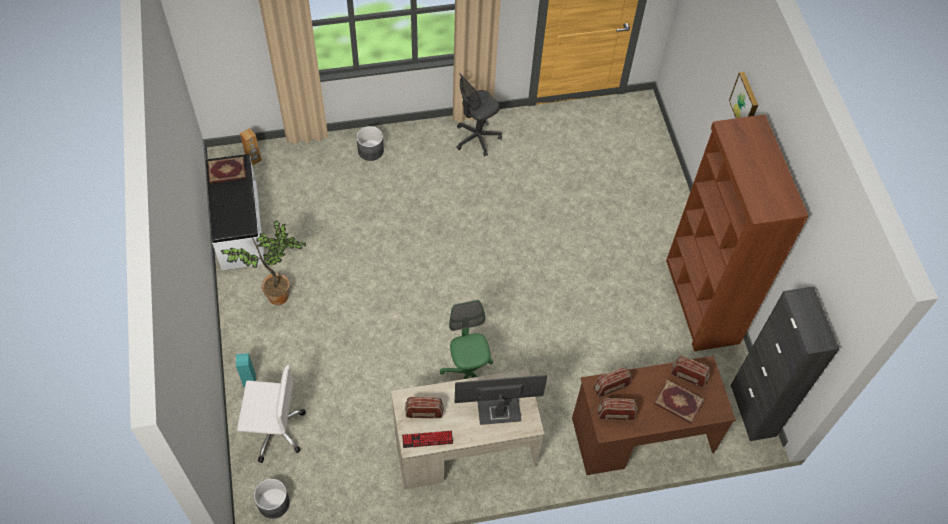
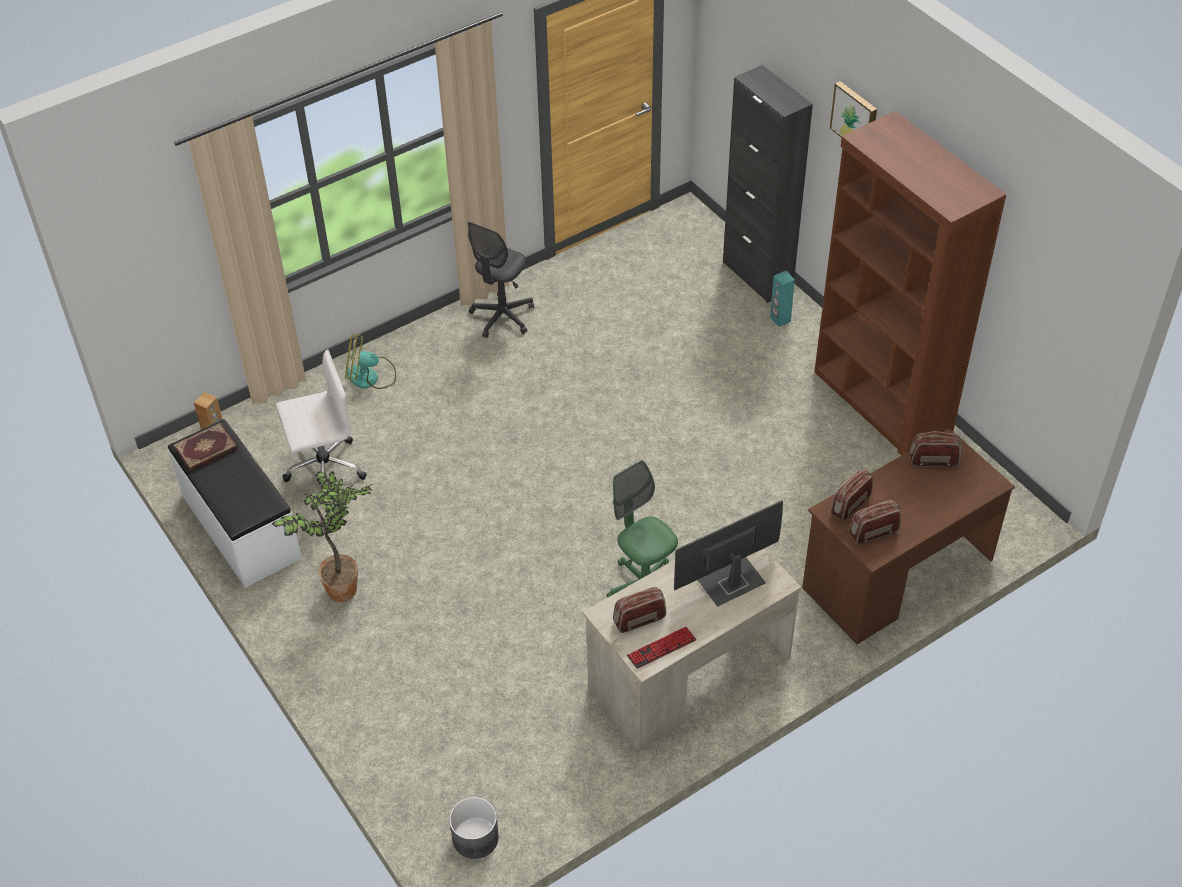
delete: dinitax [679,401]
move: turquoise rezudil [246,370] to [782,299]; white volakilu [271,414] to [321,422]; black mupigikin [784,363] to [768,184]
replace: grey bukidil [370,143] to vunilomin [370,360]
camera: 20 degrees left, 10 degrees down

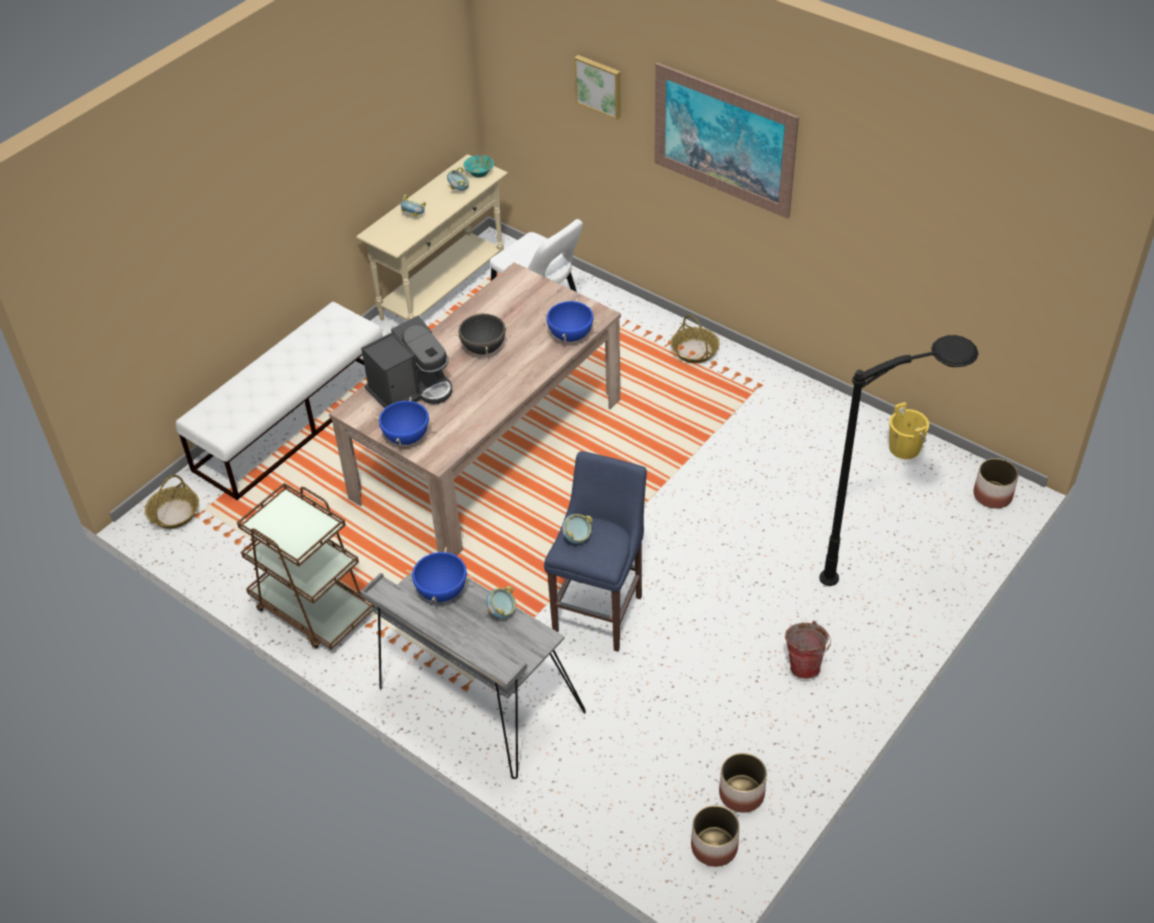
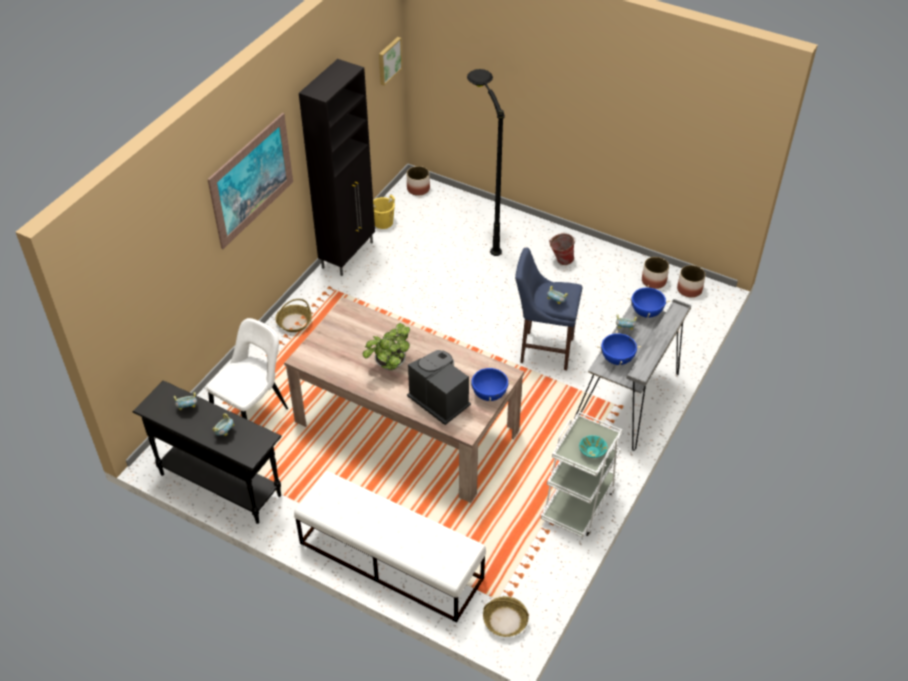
insert: black mupigikin [337,167]
move: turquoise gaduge [479,166] to [593,446]; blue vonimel [570,320] to [648,301]; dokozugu [597,87] to [390,61]
replace: black vonimel [482,332] to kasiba [386,346]
recolor: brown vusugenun [306,566] to white vusugenun [581,475]; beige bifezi [432,237] to black bifezi [207,452]
camera: 100 degrees left, 0 degrees up

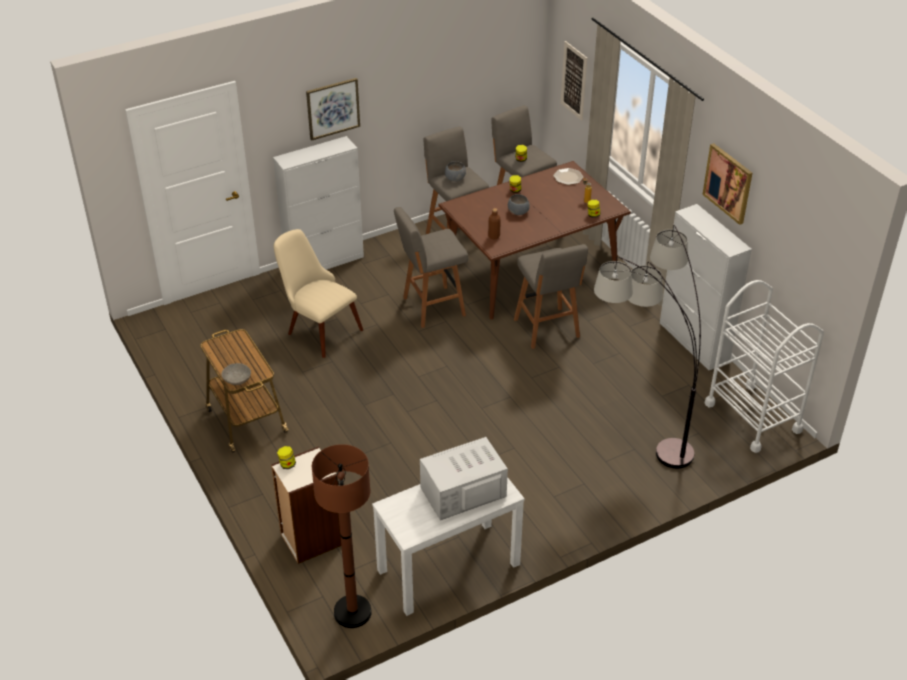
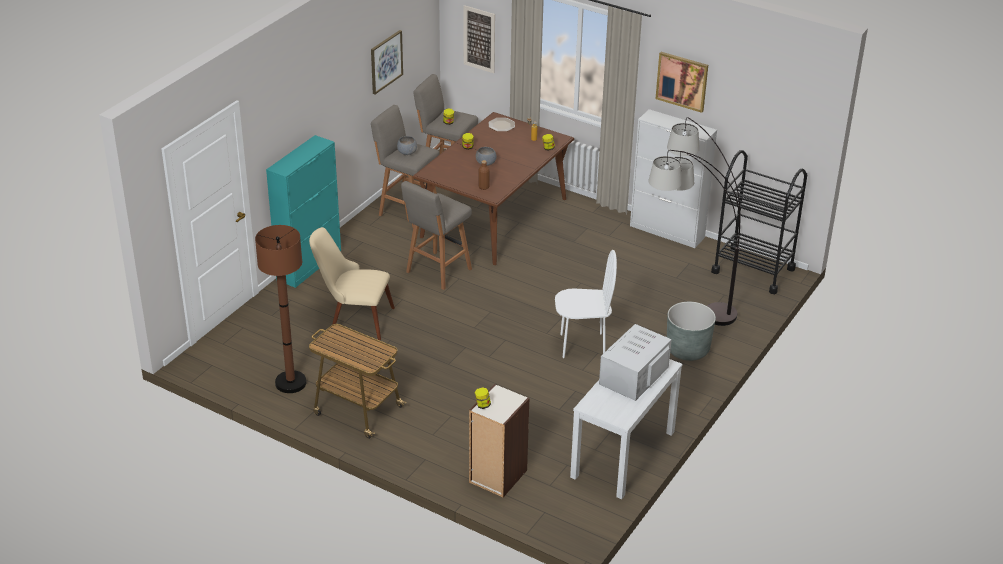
delete: grey gaduge [236,374]; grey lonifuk [551,296]
insert: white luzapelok [586,304]; grey bukidil [691,331]
move: dokozugu [333,109] to [387,62]; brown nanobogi [342,536] to [281,309]
recolor: white mupigikin [318,203] to turquoise mupigikin [303,211]; white vusugenun [764,366] to black vusugenun [759,222]
camera: 30 degrees left, 5 degrees down

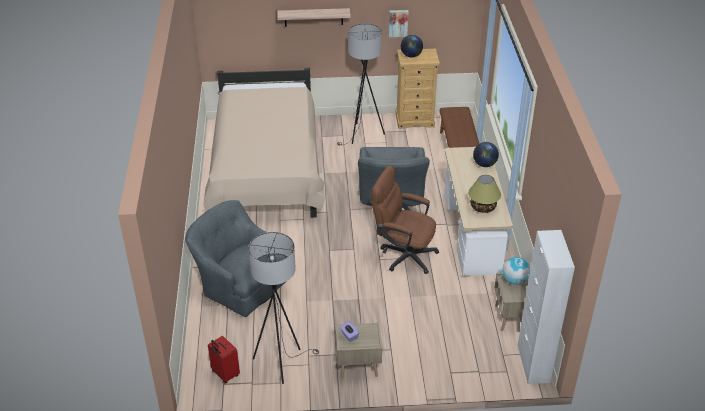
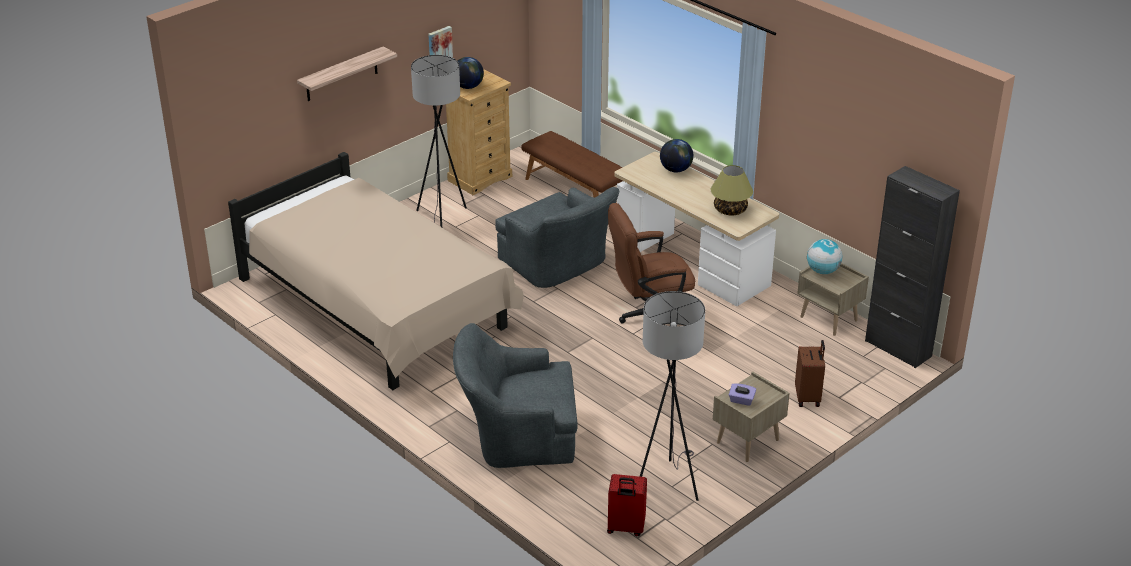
insert: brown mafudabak [810,373]
recolor: white mupigikin [546,307] to black mupigikin [912,267]
camera: 40 degrees left, 5 degrees down

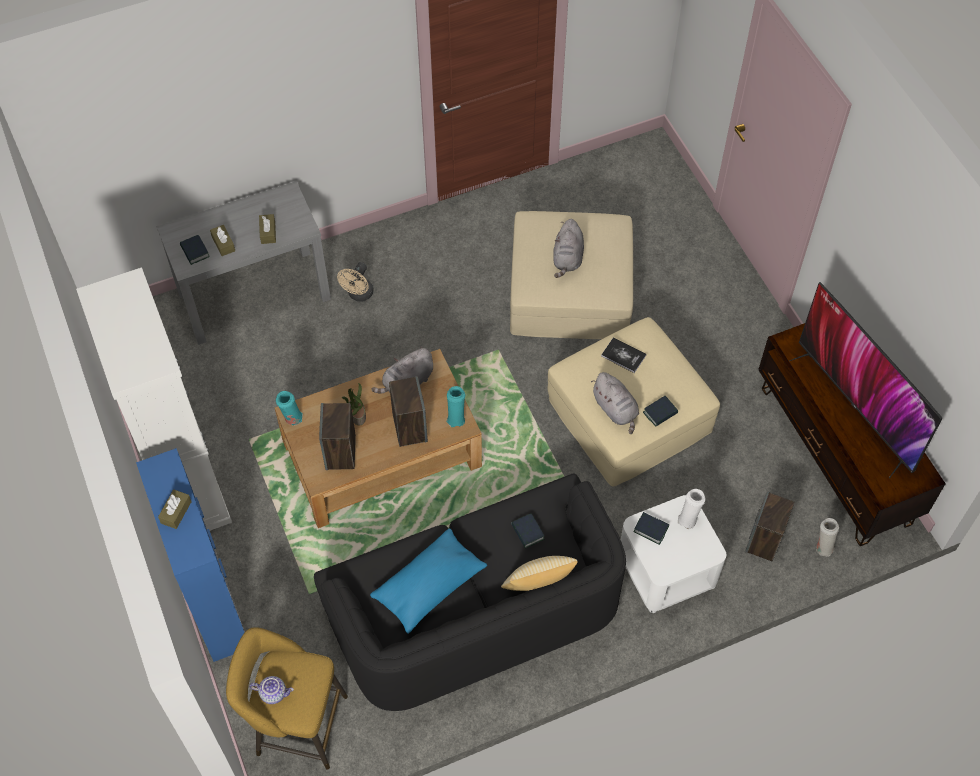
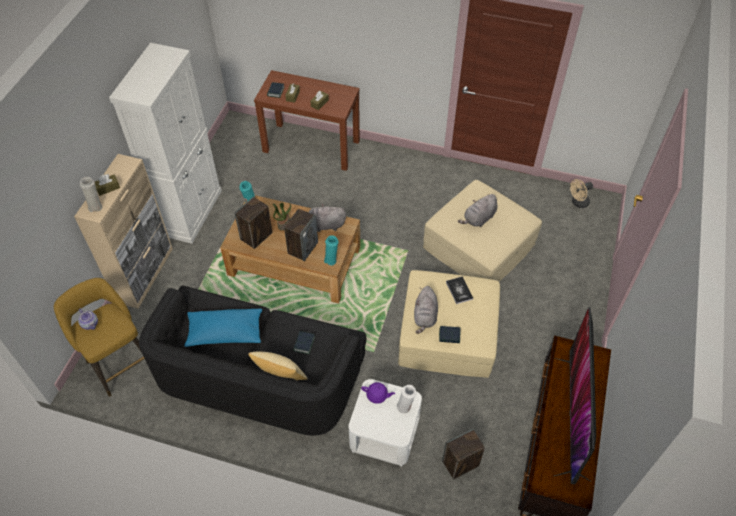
move: beige vunilomin [355,282] to [581,193]; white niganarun [827,537] to [91,194]
replace: dinitax [651,528] to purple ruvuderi [378,393]
recolor: blue mupigikin [190,555] to beige mupigikin [123,231]; grey bifezi [243,263] to brown bifezi [307,120]
camera: 40 degrees right, 5 degrees down

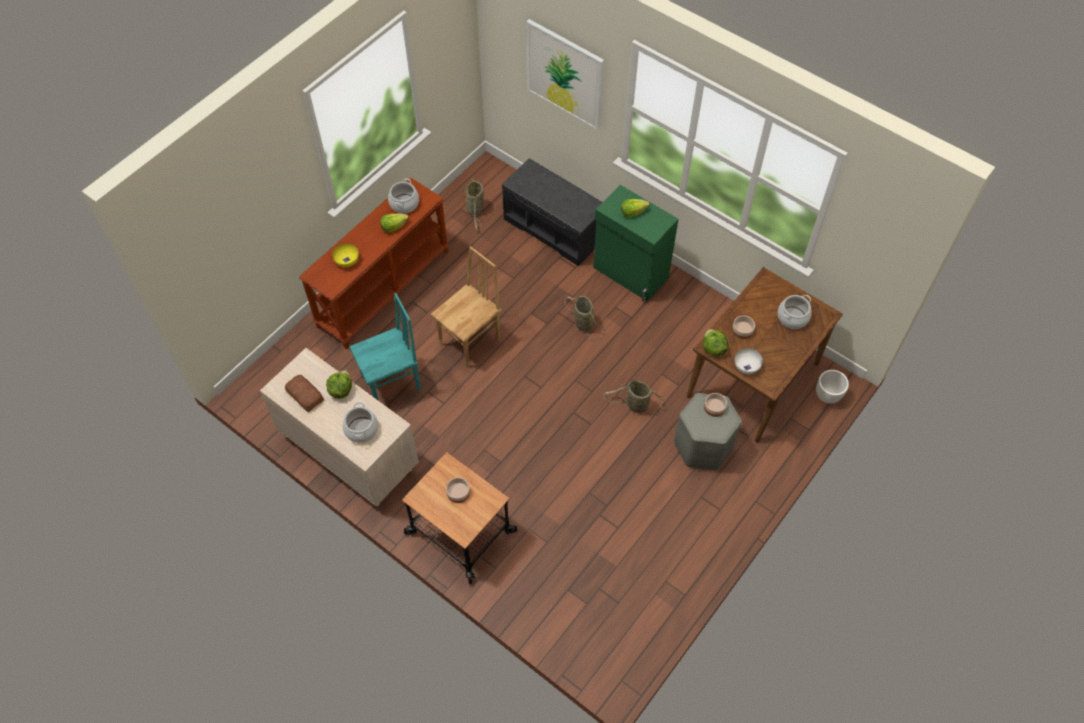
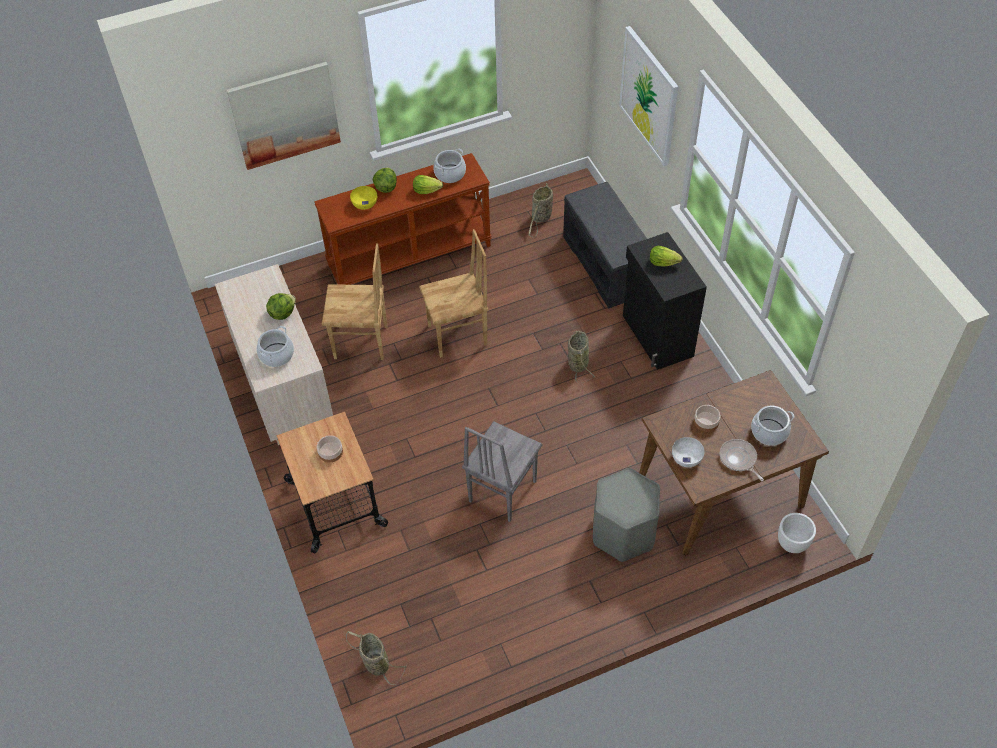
delete: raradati [304,393]; gaduge [715,405]
insert: dokozugu [284,116]; grey luzapelok [502,471]; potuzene [742,460]
move: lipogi [633,396] to [376,658]; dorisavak [715,342] to [385,180]
recolor: turquoise luzapelok [385,346] to brown luzapelok [354,301]; green mupigikin [636,243] to black mupigikin [665,301]
camera: 30 degrees right, 5 degrees down

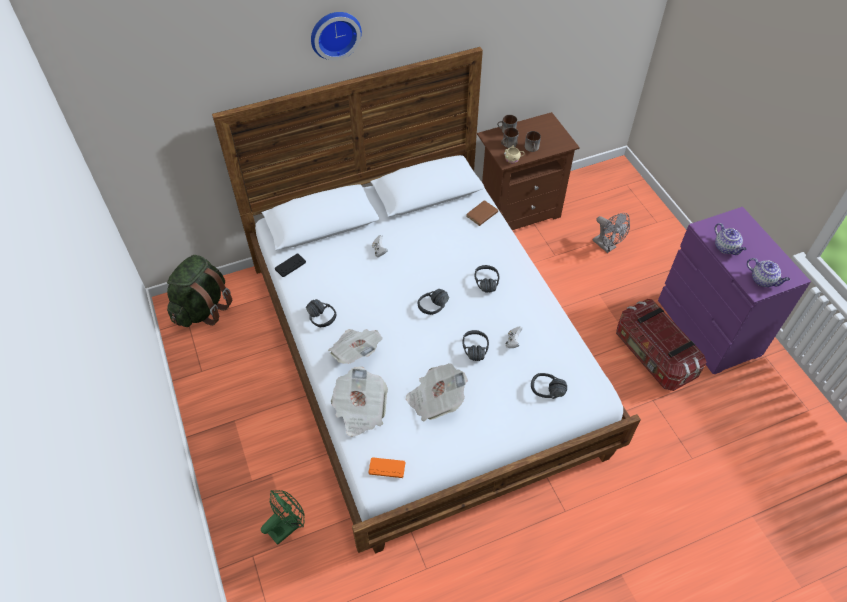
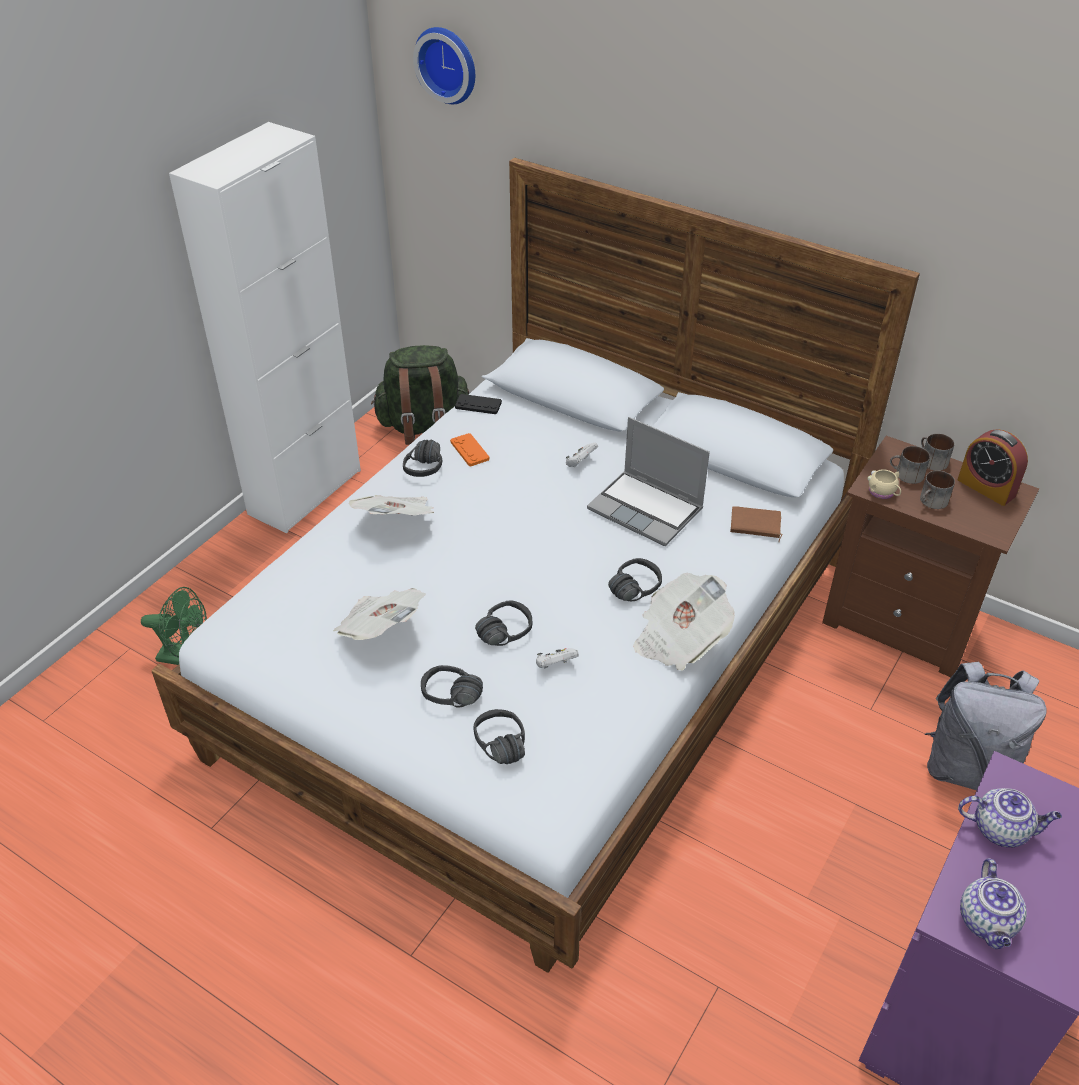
delete: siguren [661,345]
insert: white mupigikin [265,327]; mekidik [648,481]; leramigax [992,467]
move: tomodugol [336,36] to [444,65]; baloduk [359,401] to [684,621]; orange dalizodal [386,467] to [470,449]; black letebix [433,302] to [452,686]
replace: grey vunilomin [611,233] to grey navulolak [986,726]
rotate: ruvuderi [730,239] = [1010,817] 105 degrees counterclockwise
camera: 55 degrees right, 10 degrees down

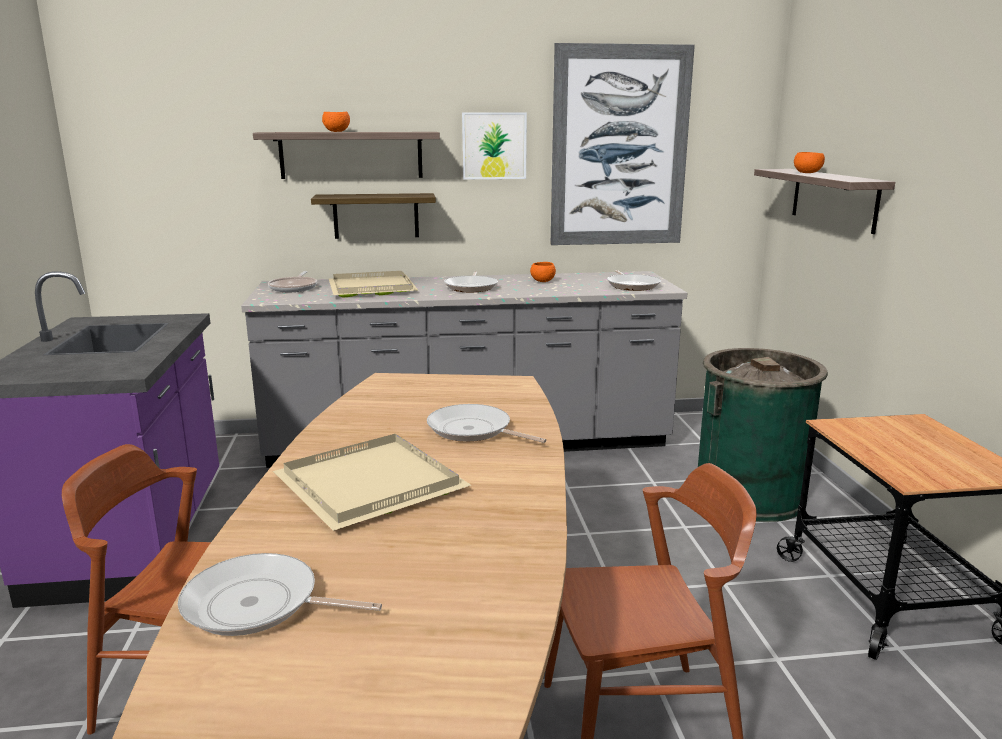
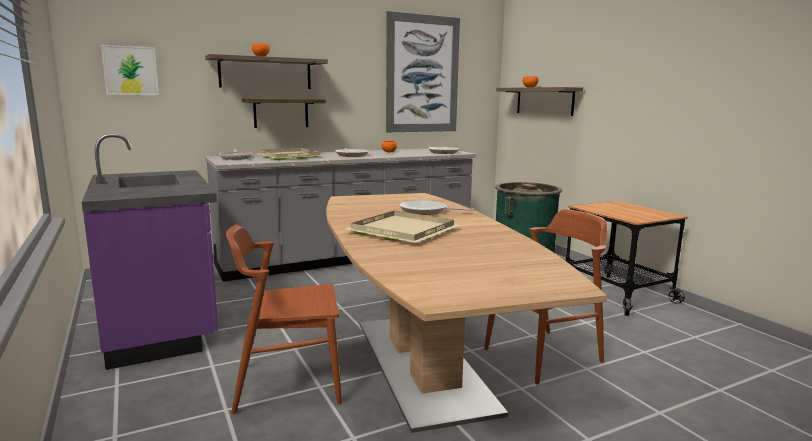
delete: potuzene [280,594]
move: dokozugu [494,145] to [130,70]
camera: 20 degrees left, 5 degrees down

